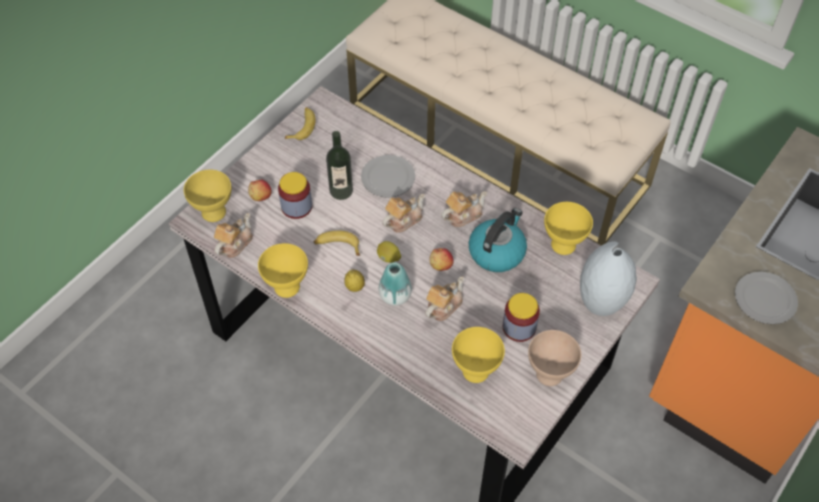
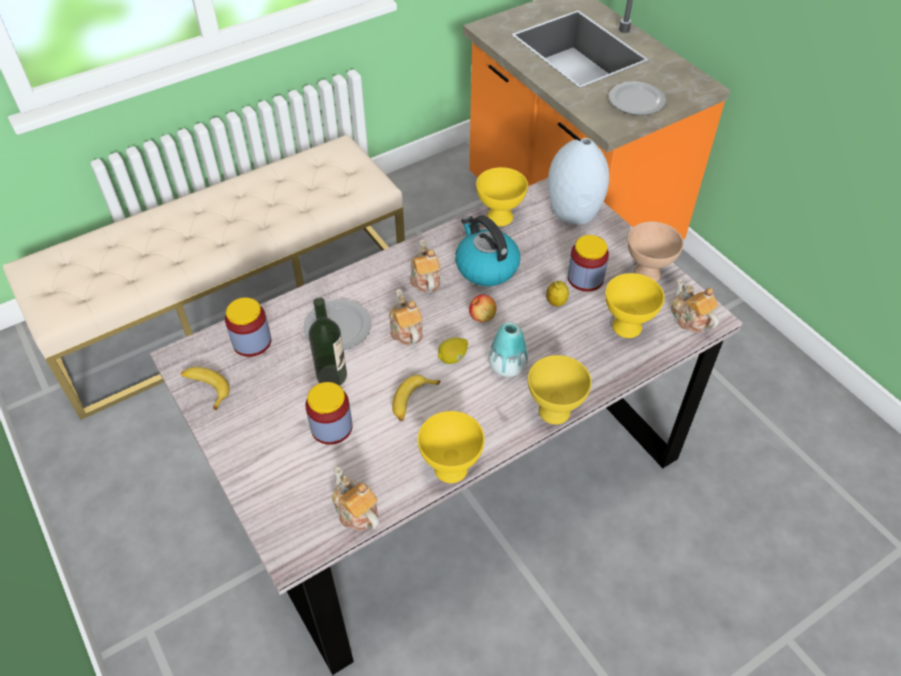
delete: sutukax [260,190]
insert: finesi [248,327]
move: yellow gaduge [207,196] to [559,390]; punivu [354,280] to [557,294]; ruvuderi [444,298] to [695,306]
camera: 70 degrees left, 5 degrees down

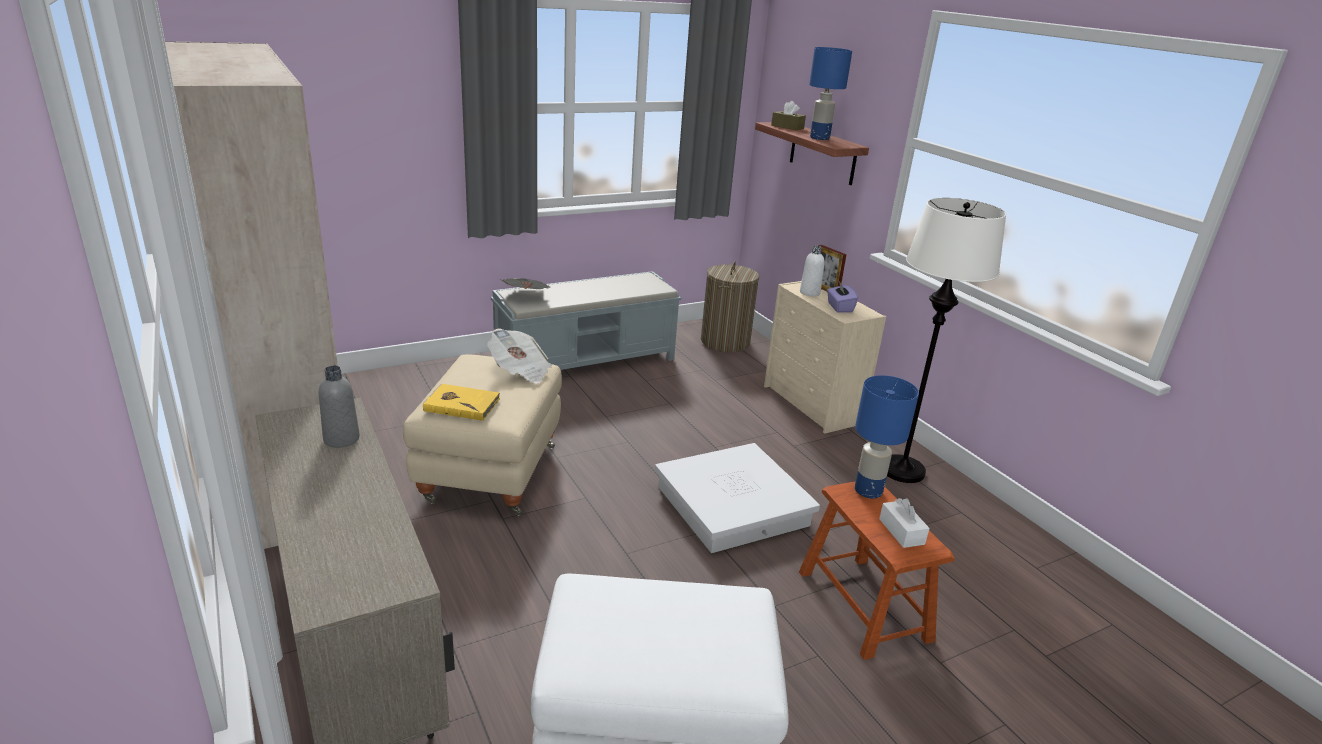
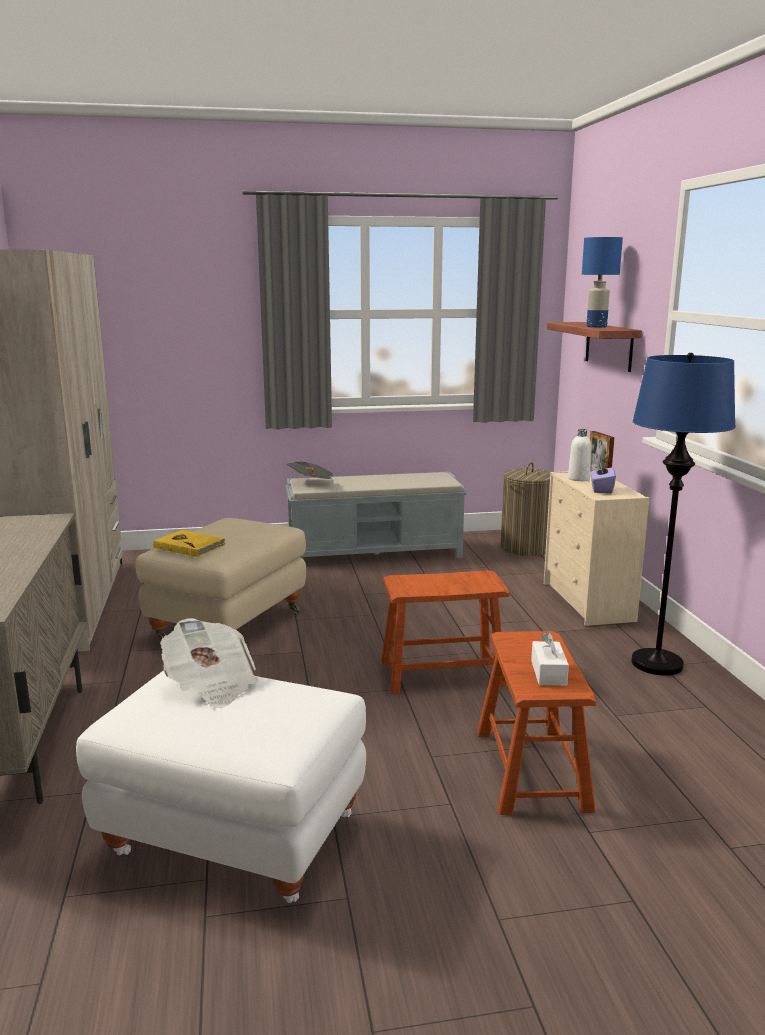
delete: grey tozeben [339,406]; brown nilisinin [788,115]; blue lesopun [887,437]
move: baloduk [519,356] to [209,663]
replace: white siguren [737,498] to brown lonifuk [445,632]
recolor: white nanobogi [946,340] to blue nanobogi [683,514]
camera: 20 degrees right, 10 degrees down

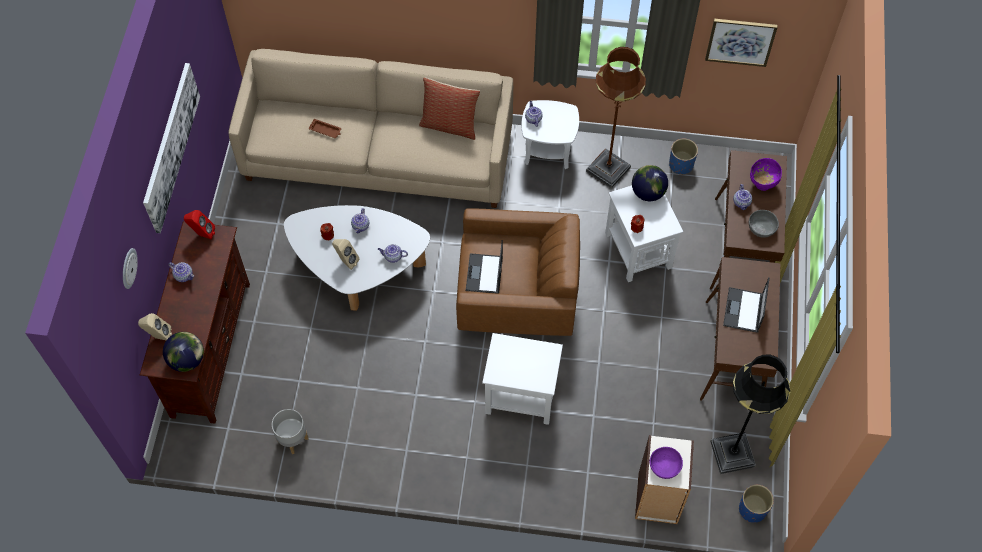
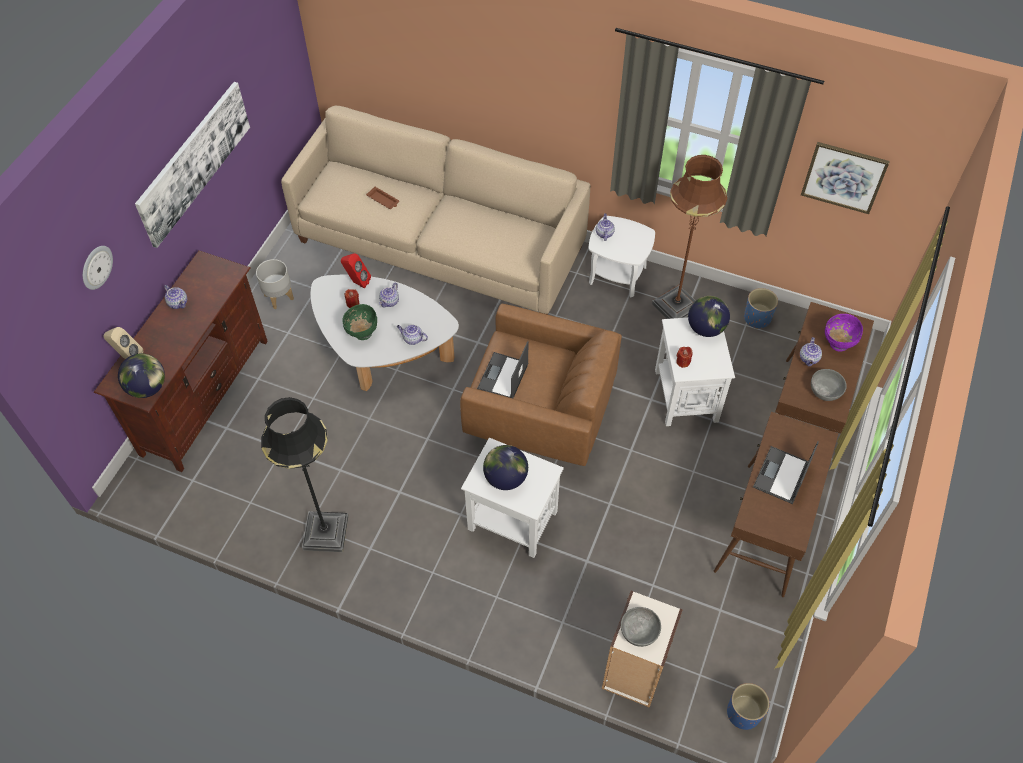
delete: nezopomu [449,108]
insert: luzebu [505,467]
move: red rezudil [199,225] to [356,270]; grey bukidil [290,431] to [275,284]; black nanobogi [750,414] to [305,474]
replace: beige rezudil [346,254] to green gaduge [359,322]
recolor: purple gaduge [666,463] to grey gaduge [641,627]
camera: 15 degrees right, 5 degrees down

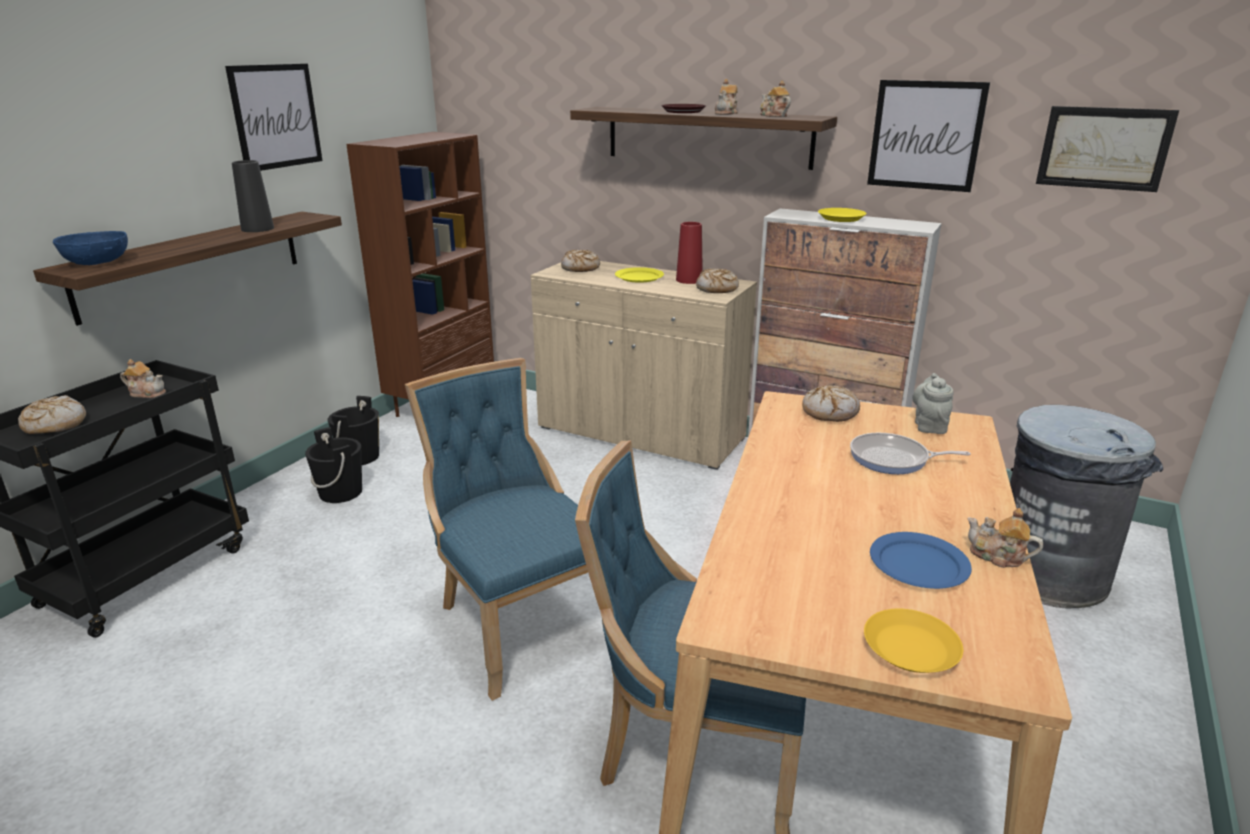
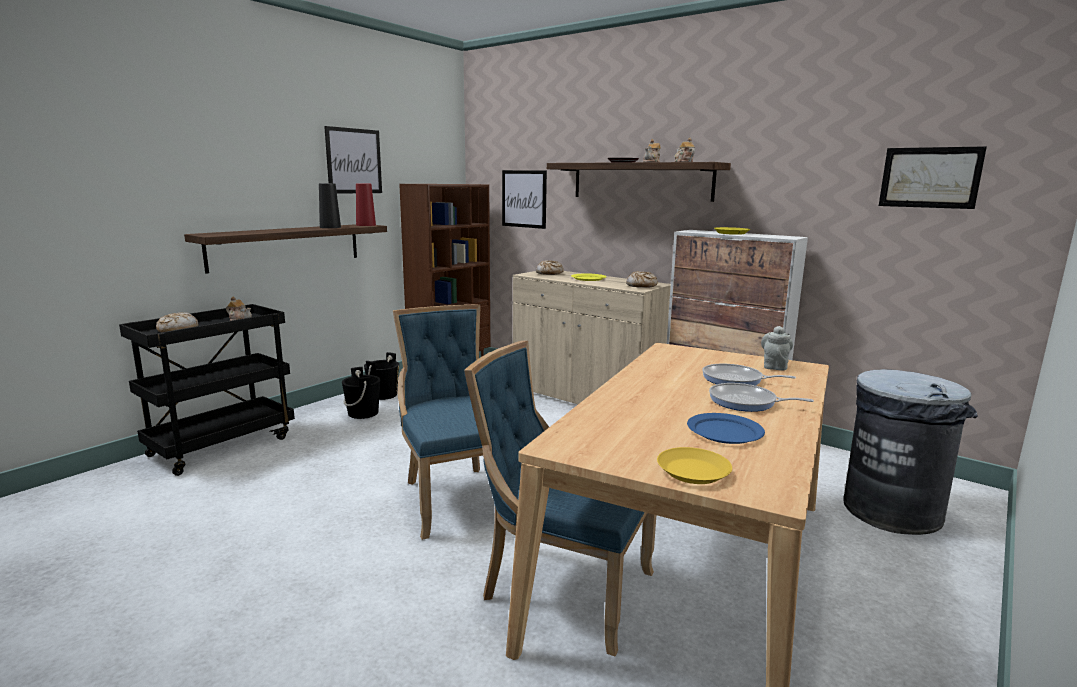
delete: blue gaduge [90,248]; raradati [831,403]; ruvuderi [1005,538]
insert: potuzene [761,397]
move: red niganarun [689,253] to [366,204]; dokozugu [928,136] to [524,199]
camera: 10 degrees right, 10 degrees down

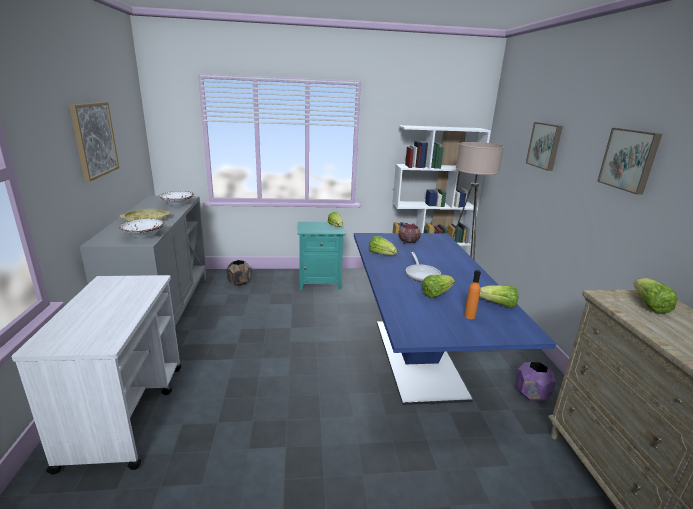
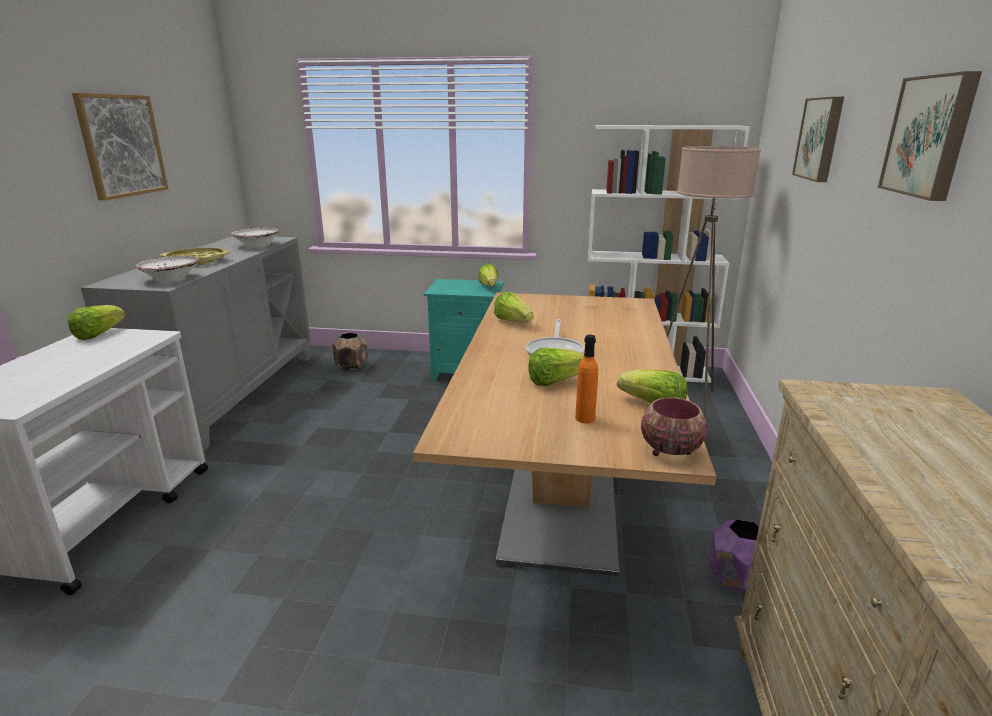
move: gaduge [409,234] to [674,426]; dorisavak [655,296] to [96,322]
recolor: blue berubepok [455,319] to beige berubepok [564,434]
camera: 15 degrees right, 0 degrees up

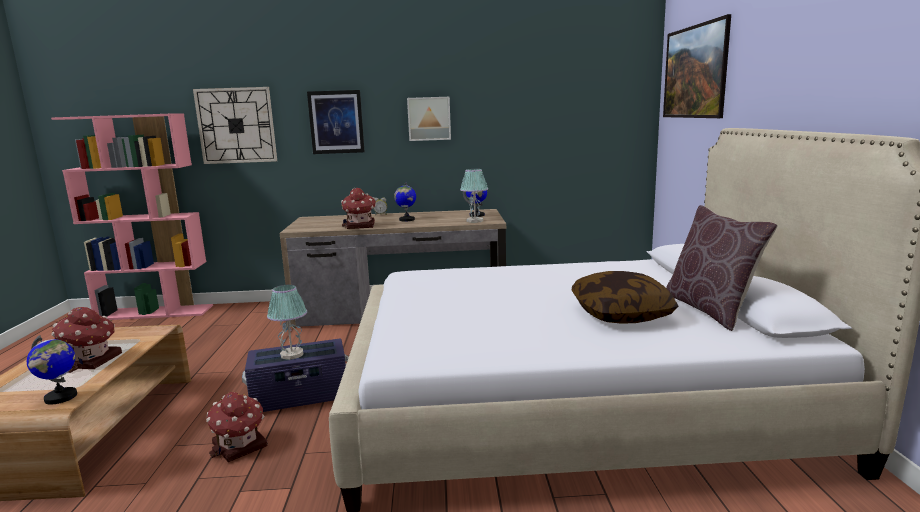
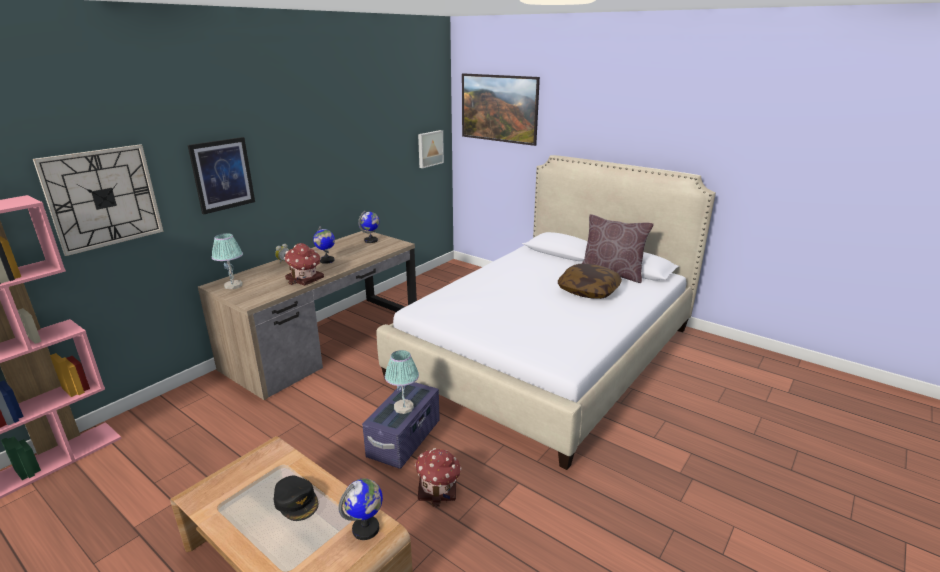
move: dokozugu [429,119] to [431,149]; lesopun [474,196] to [227,261]
replace: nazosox [86,340] to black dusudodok [295,498]
camera: 50 degrees left, 10 degrees up

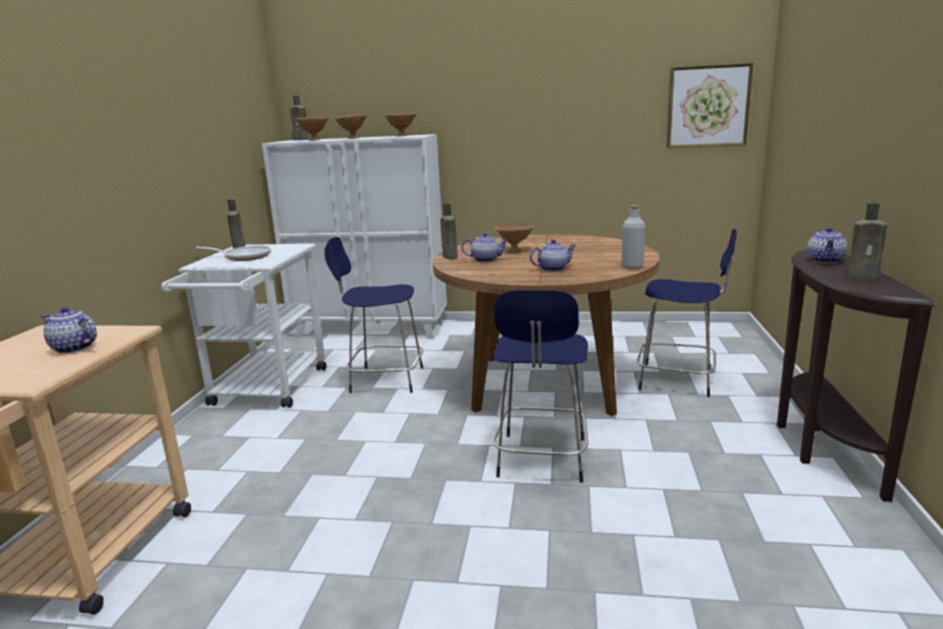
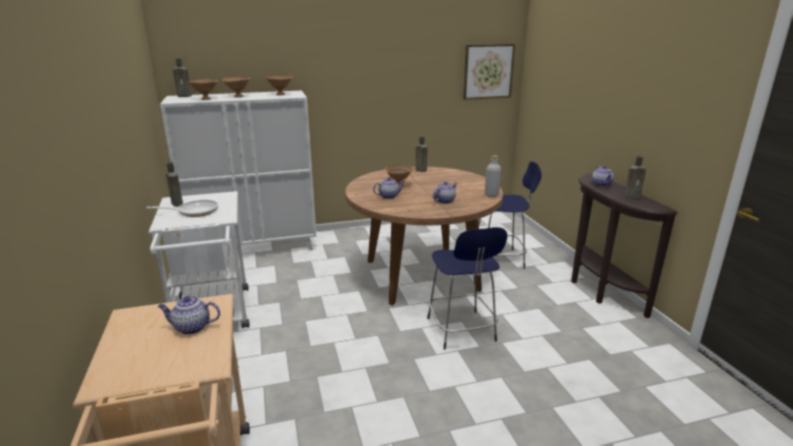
delete: blue lonifuk [373,315]
move: brown tozeben [449,231] to [421,154]
camera: 25 degrees left, 5 degrees up

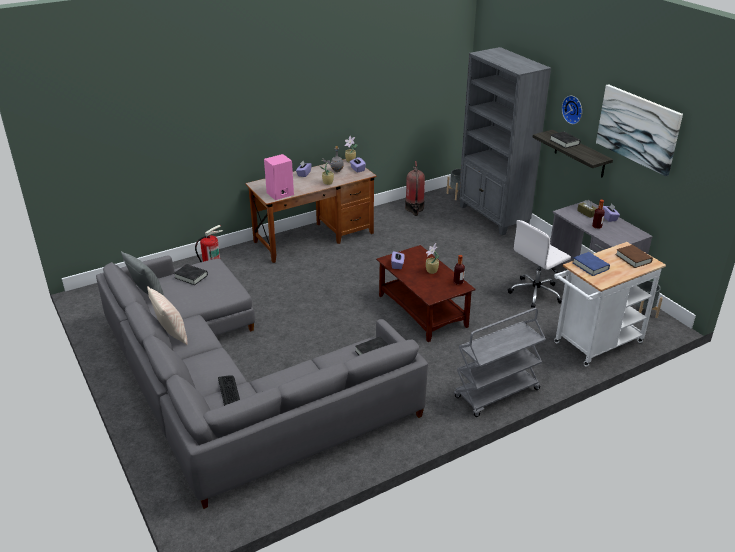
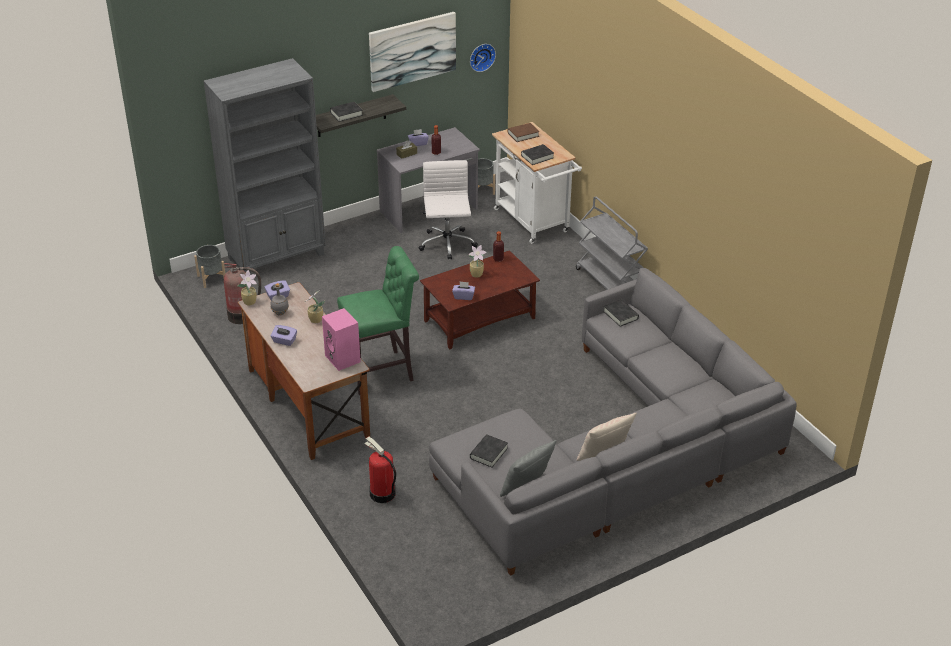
delete: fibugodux [229,390]
insert: green lonifuk [378,320]
move: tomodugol [572,110] to [483,58]
recolor: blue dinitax [591,264] to black dinitax [537,154]
rotate: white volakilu [539,264] = [448,210] 150 degrees counterclockwise
camera: 90 degrees left, 5 degrees up

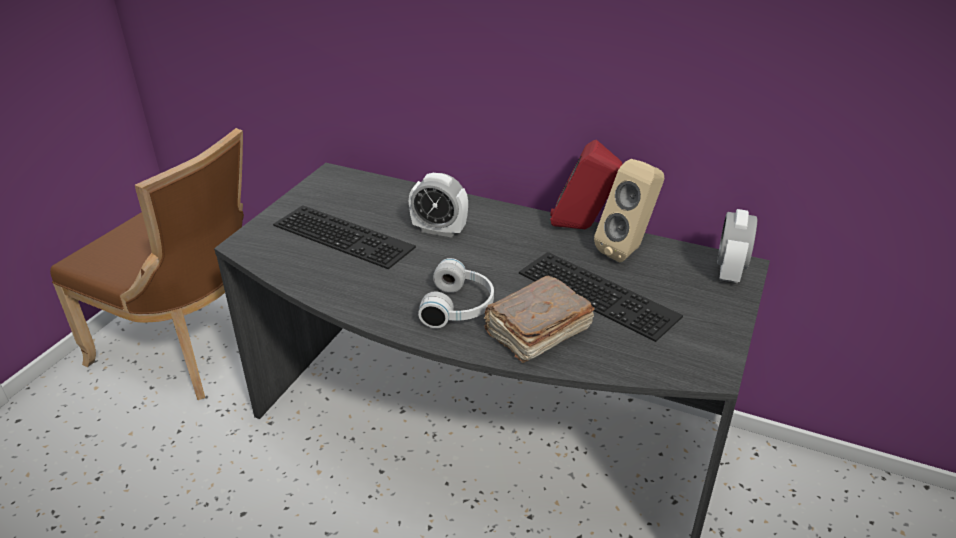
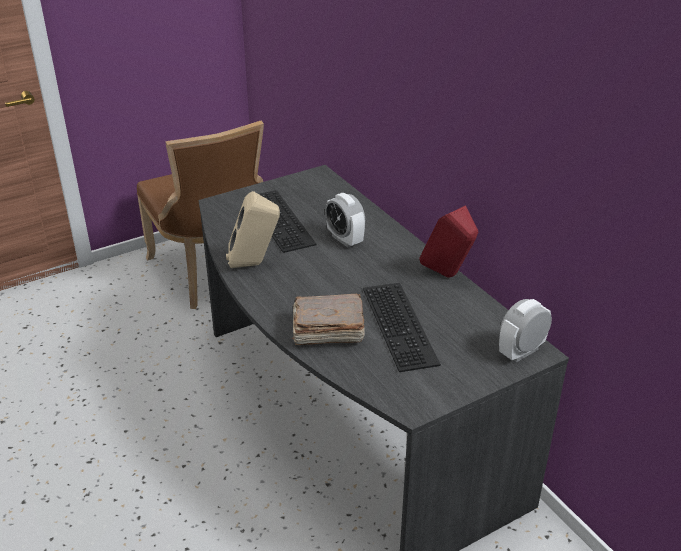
delete: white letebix [456,293]
move: beige rezudil [629,210] to [253,229]
camera: 35 degrees right, 0 degrees up

